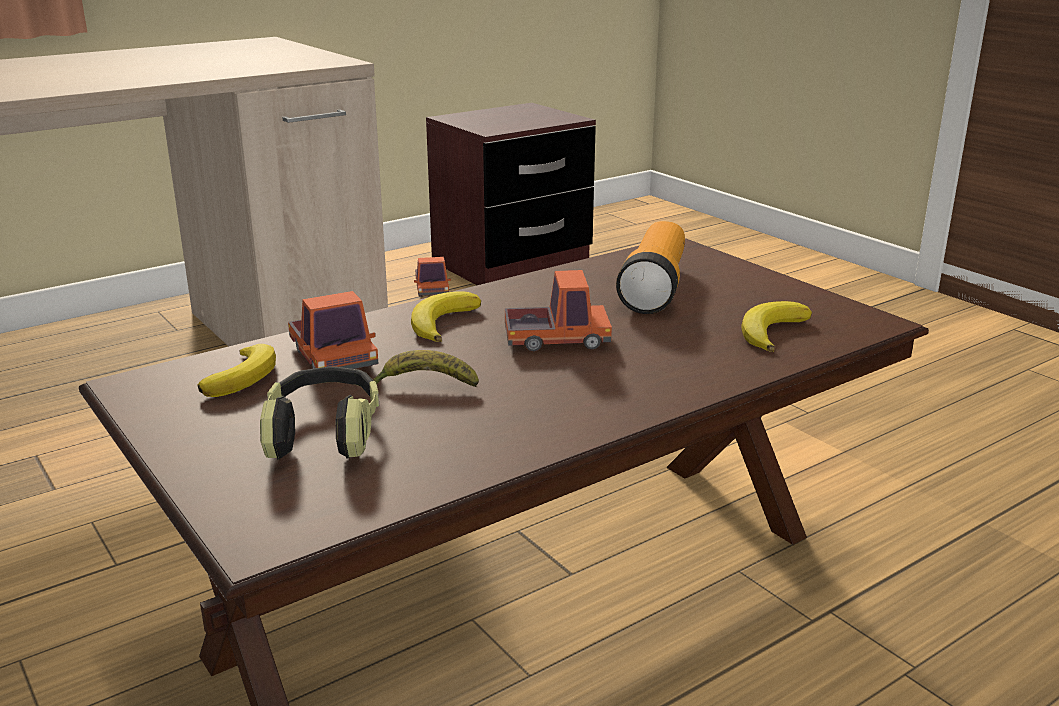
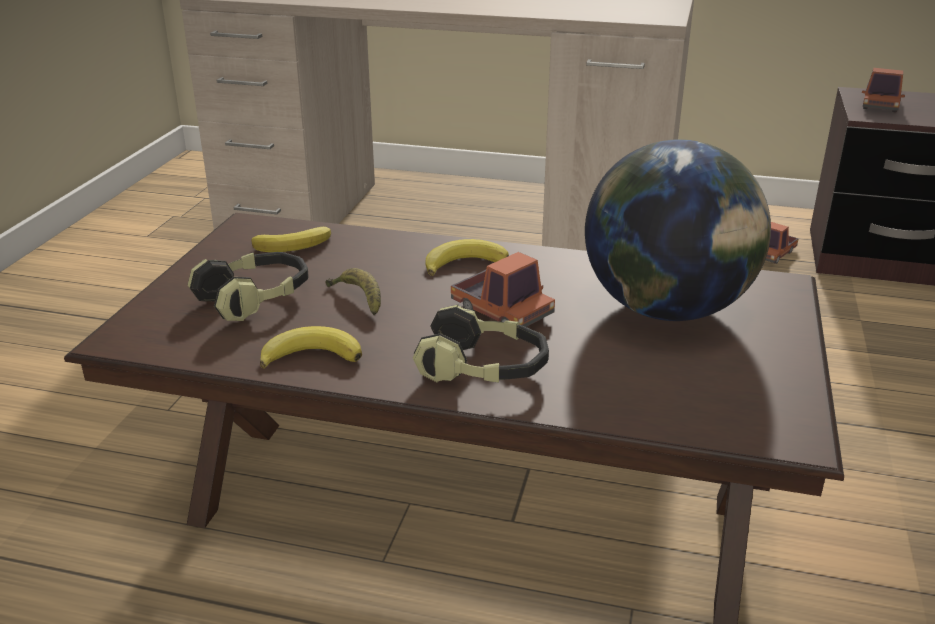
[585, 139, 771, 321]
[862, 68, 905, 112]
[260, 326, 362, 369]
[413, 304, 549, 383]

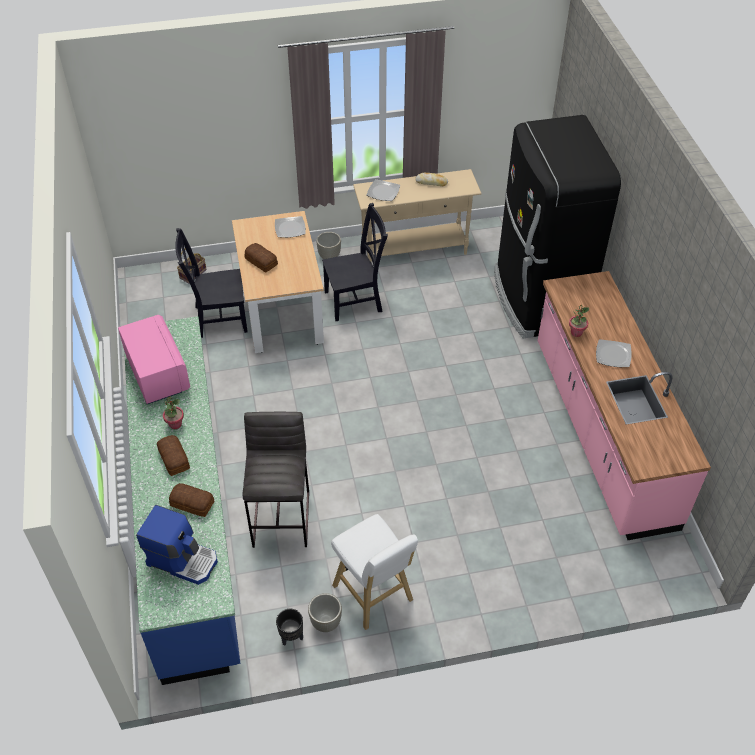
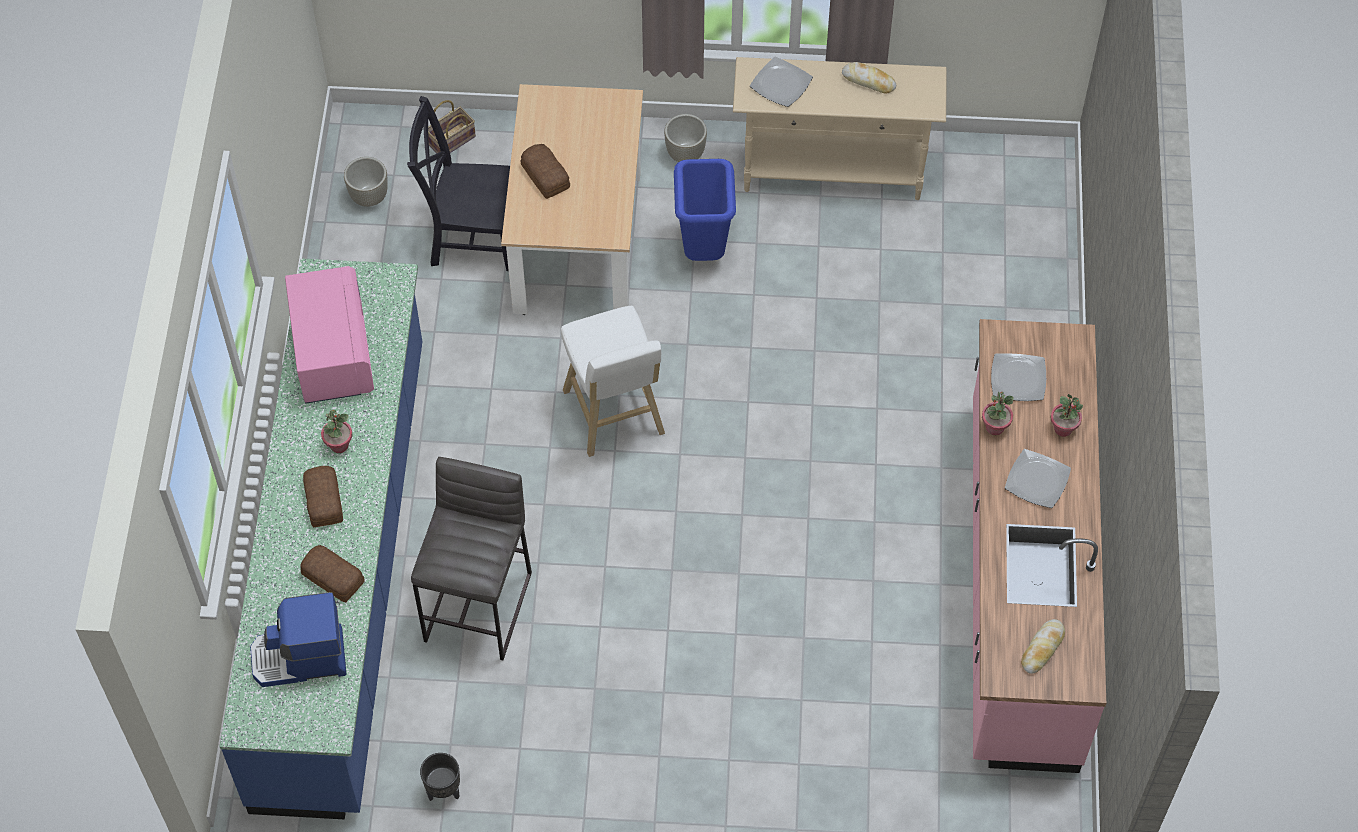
[494, 115, 621, 339] (first image)
[674, 159, 736, 261]
[991, 353, 1046, 401]
[250, 592, 347, 687]
[561, 306, 665, 457]
[344, 157, 388, 207]
[1051, 394, 1083, 437]
[1021, 619, 1065, 674]

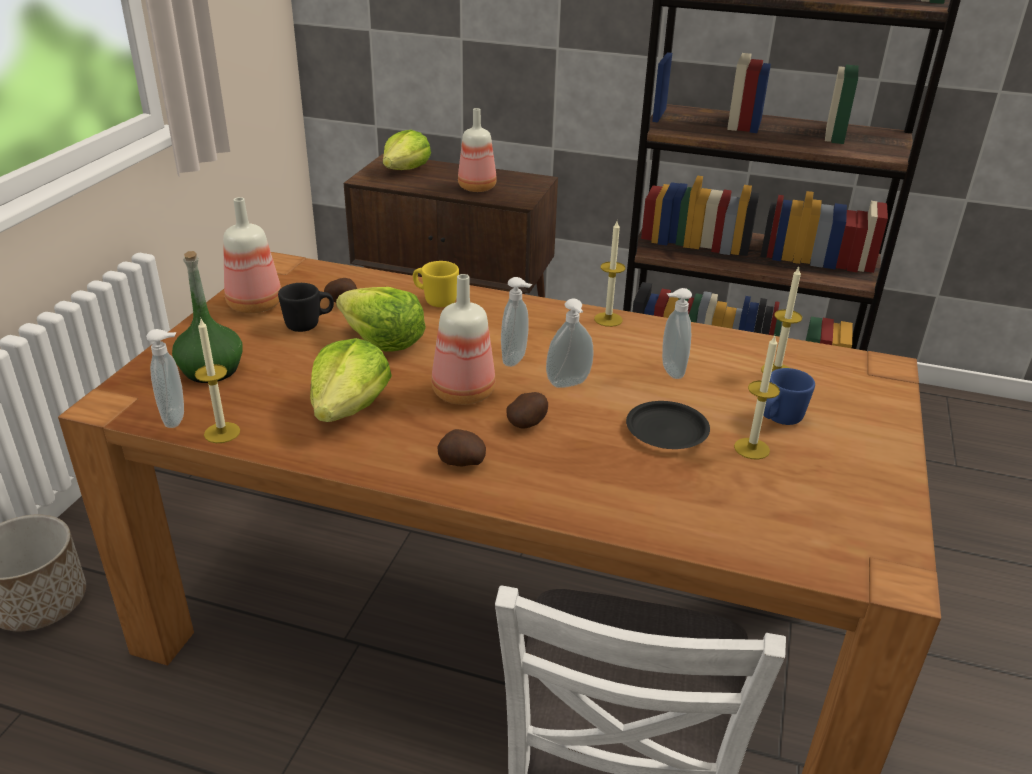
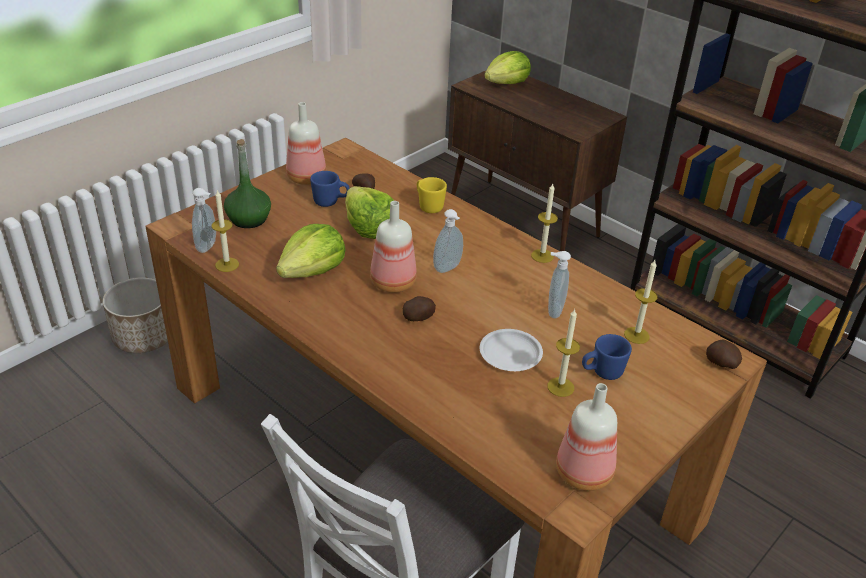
[556, 383, 617, 491]
[310, 171, 349, 207]
[546, 299, 594, 388] (first image)
[480, 329, 543, 371]
[706, 339, 742, 369]

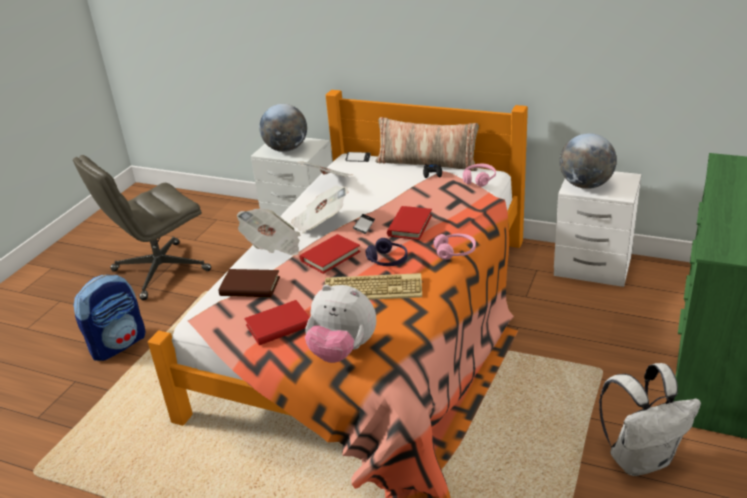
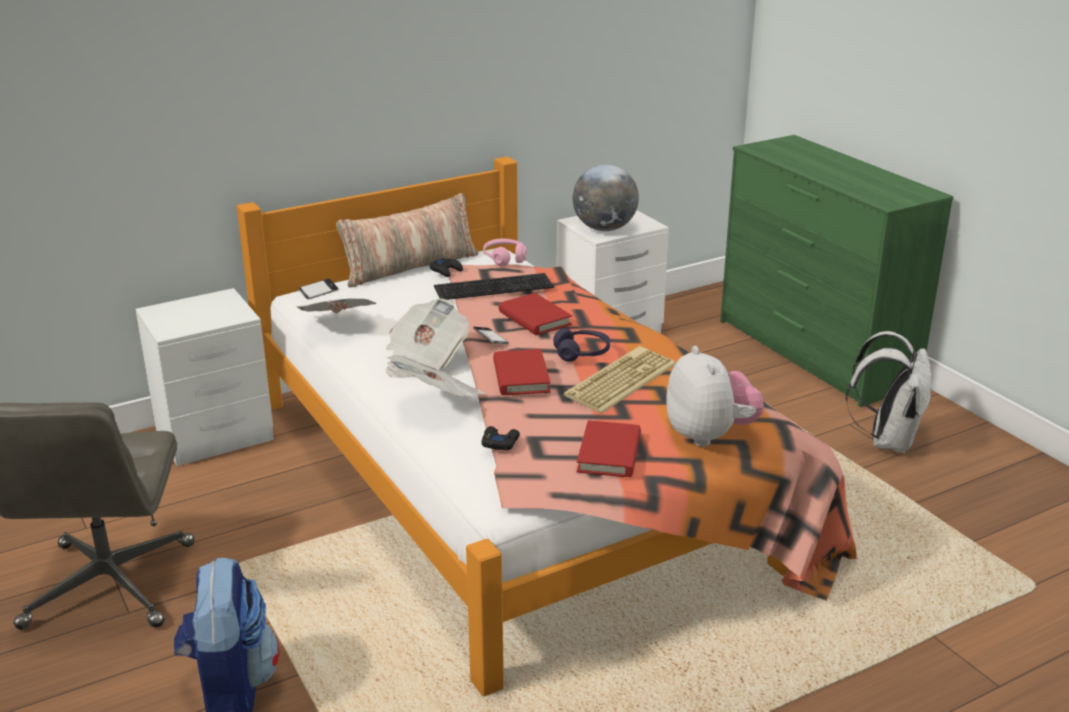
[259, 104, 307, 152] (first image)
[433, 234, 476, 260] (first image)
[481, 426, 520, 450]
[667, 346, 764, 447]
[434, 273, 554, 300]

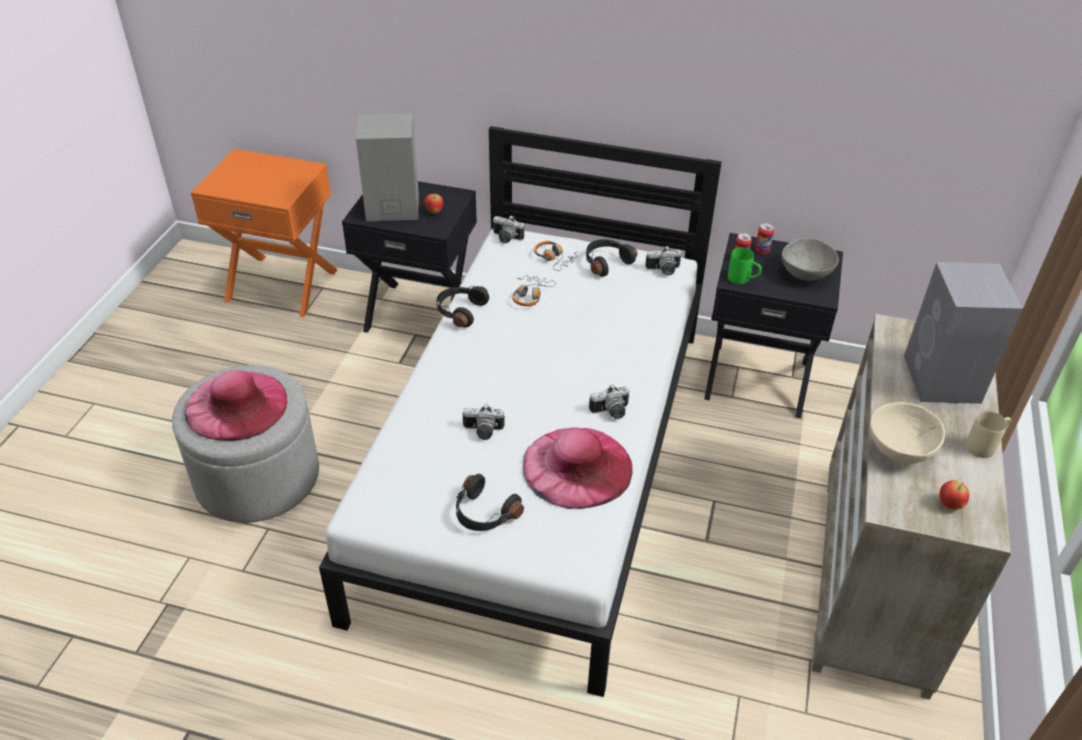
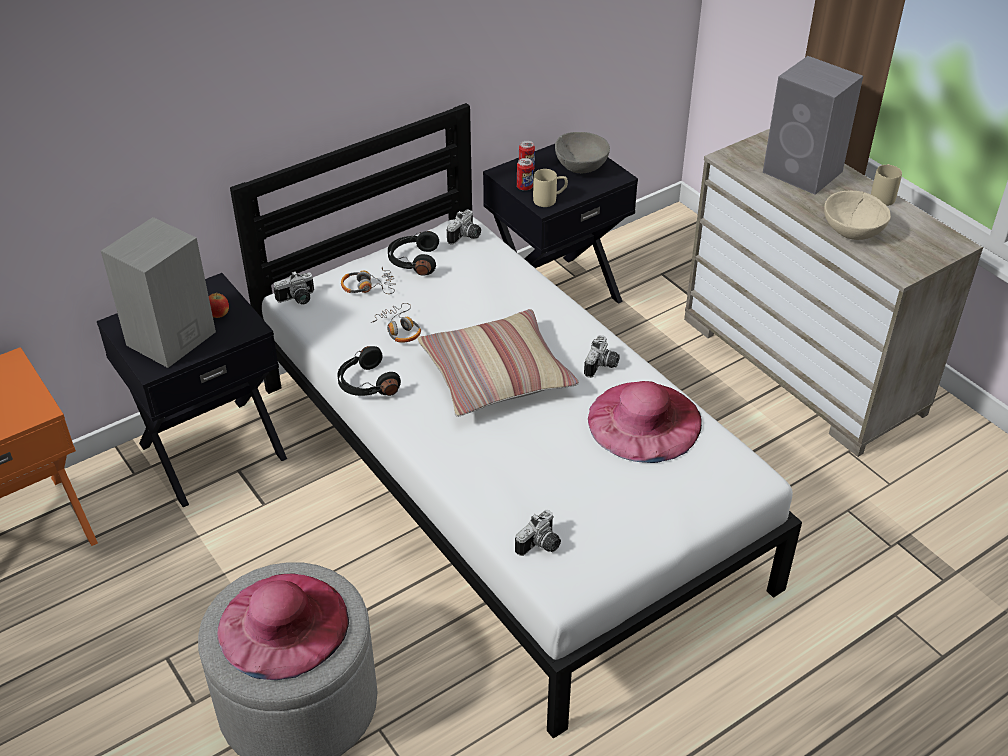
[533, 169, 568, 207]
[515, 510, 561, 556]
[456, 474, 524, 531] (first image)
[940, 480, 969, 510] (first image)
[417, 309, 579, 417]

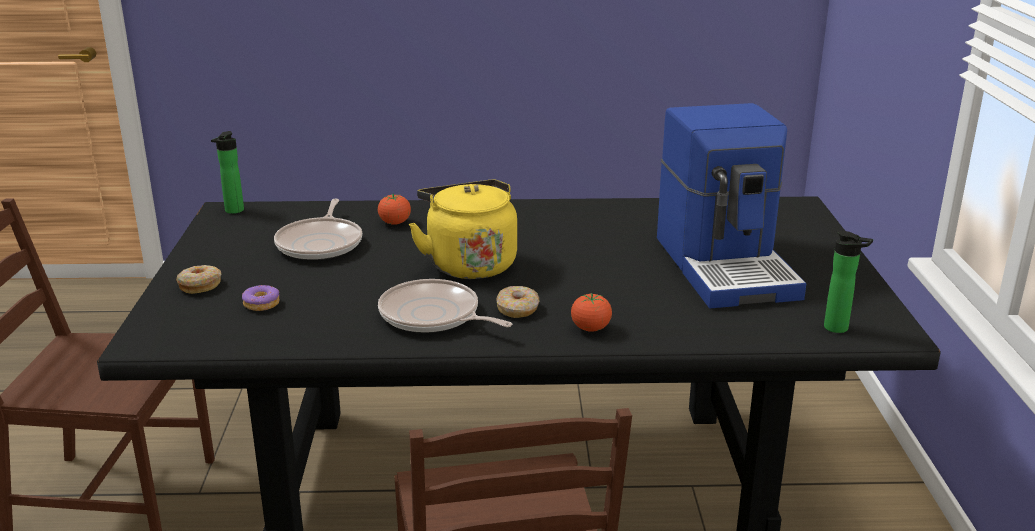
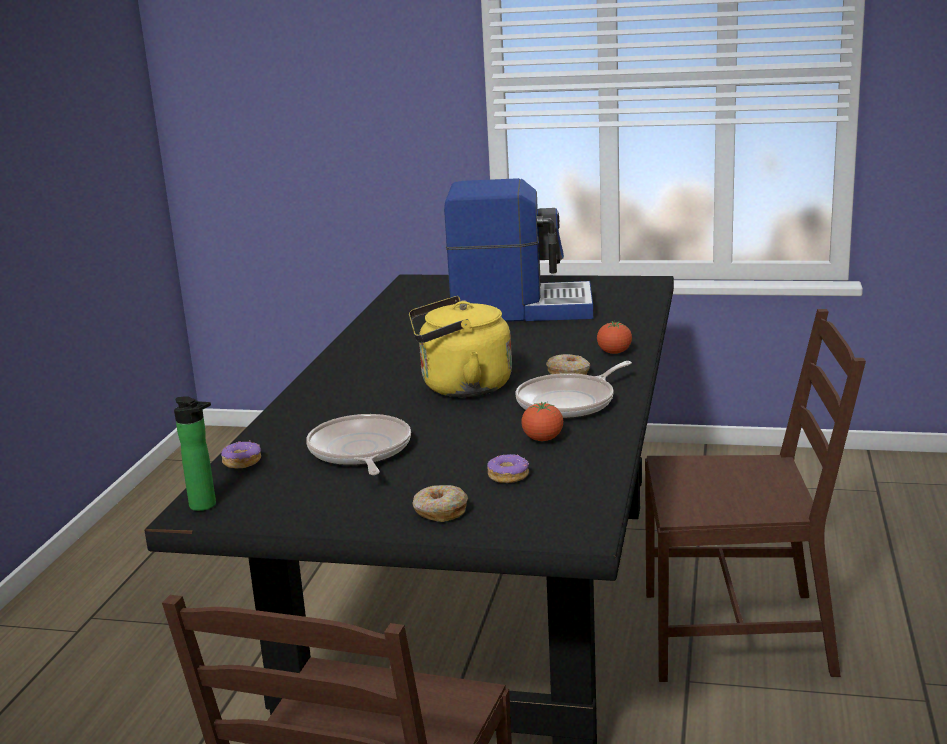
[521, 402, 563, 441]
[306, 414, 411, 475]
[824, 231, 873, 333] (first image)
[221, 441, 261, 468]

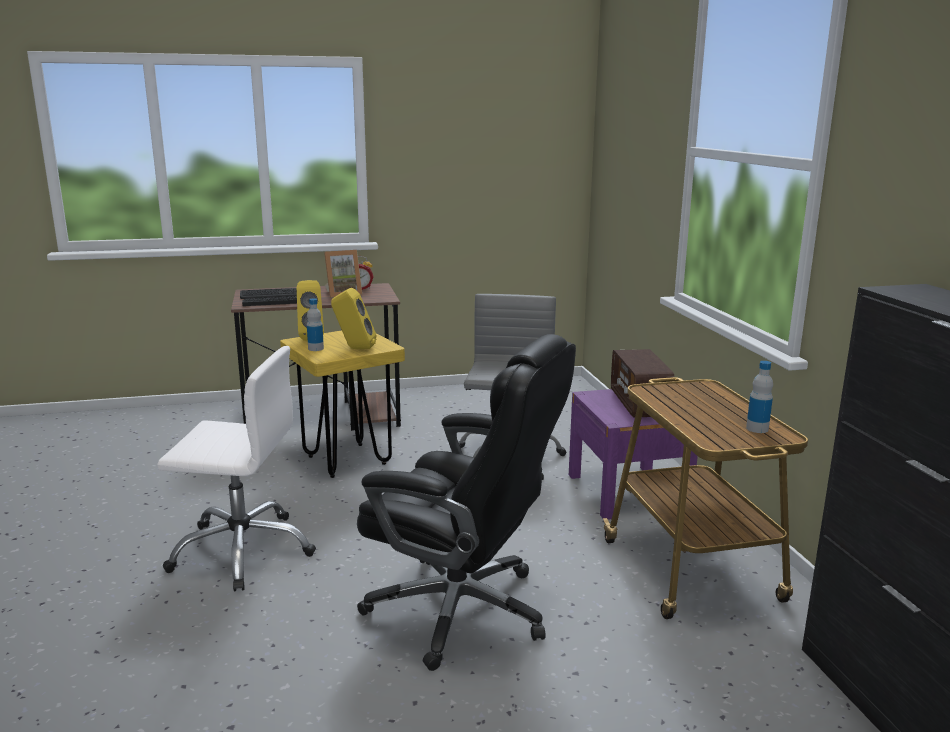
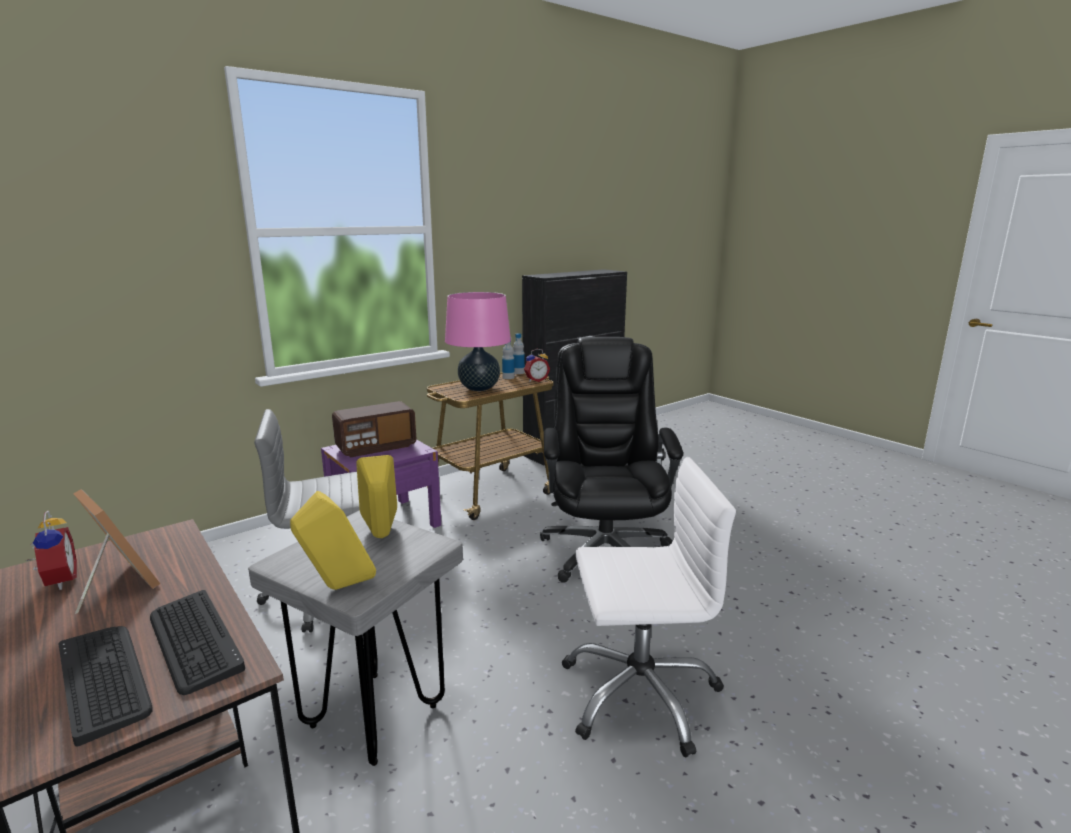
[513, 333, 525, 374]
[248, 510, 463, 766]
[562, 457, 736, 757]
[445, 292, 511, 391]
[524, 349, 550, 382]

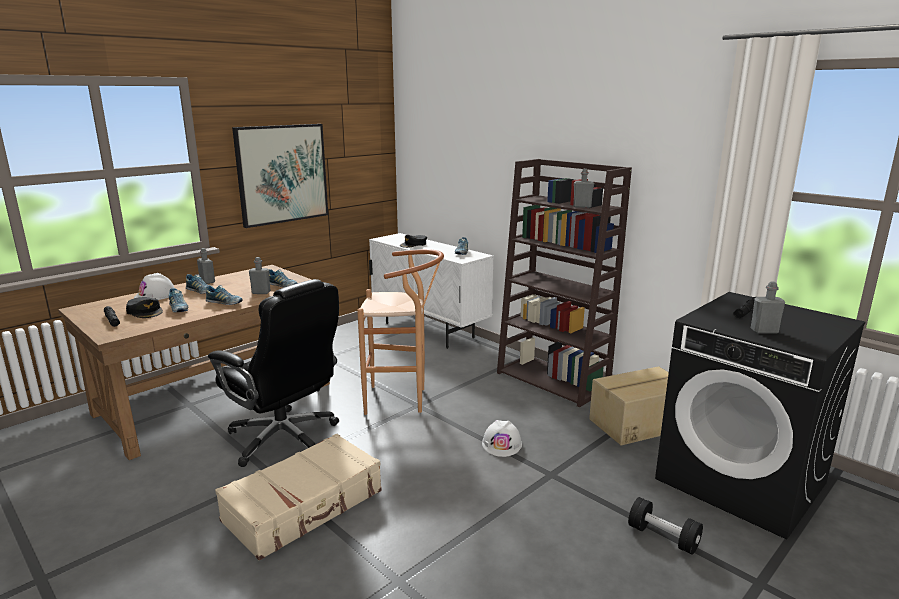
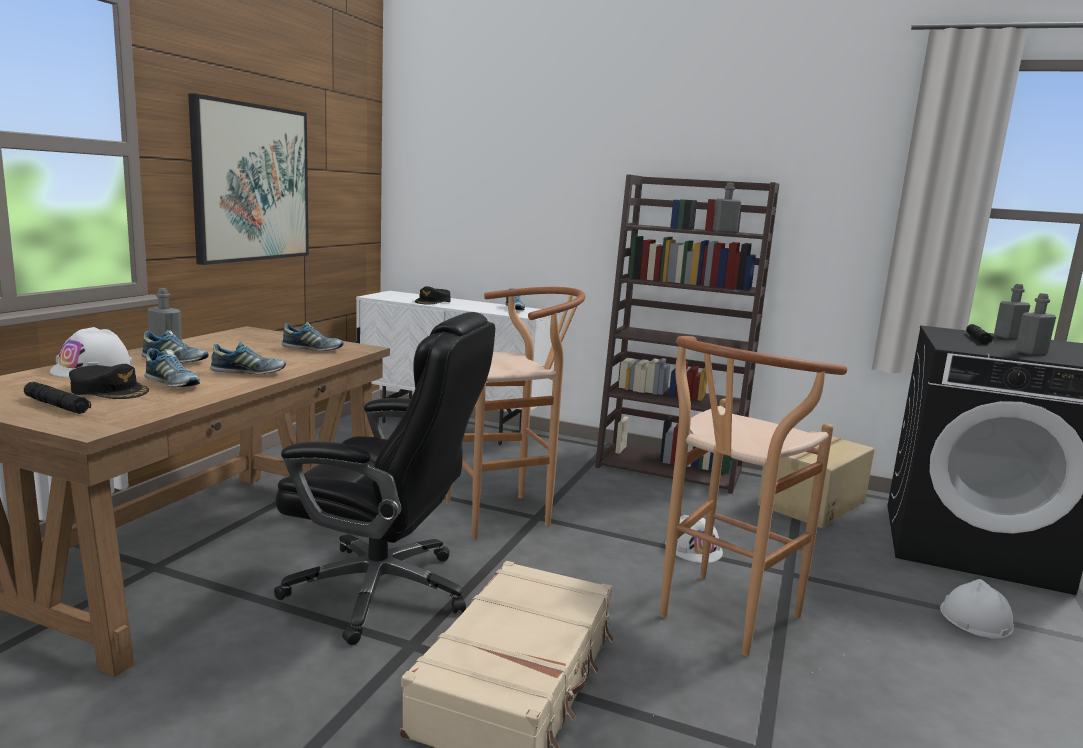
[994, 284, 1030, 339]
[940, 579, 1014, 638]
[660, 336, 847, 656]

